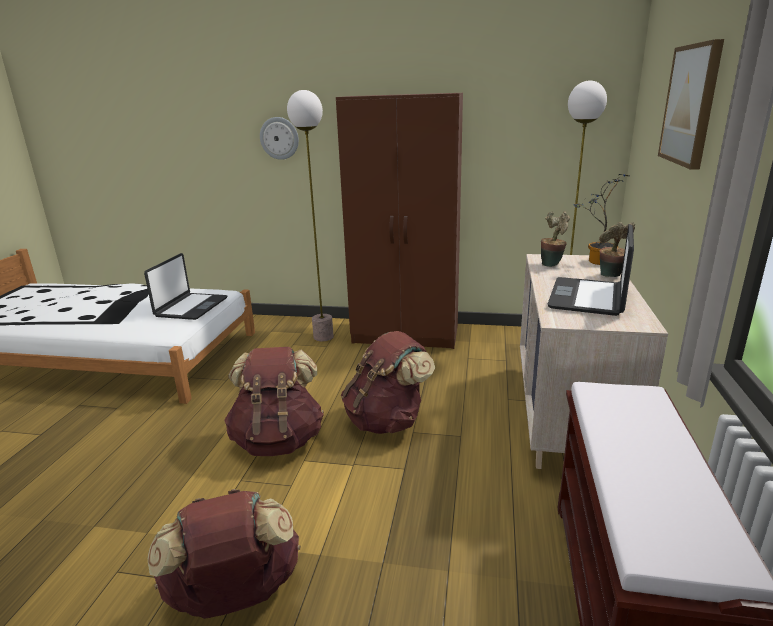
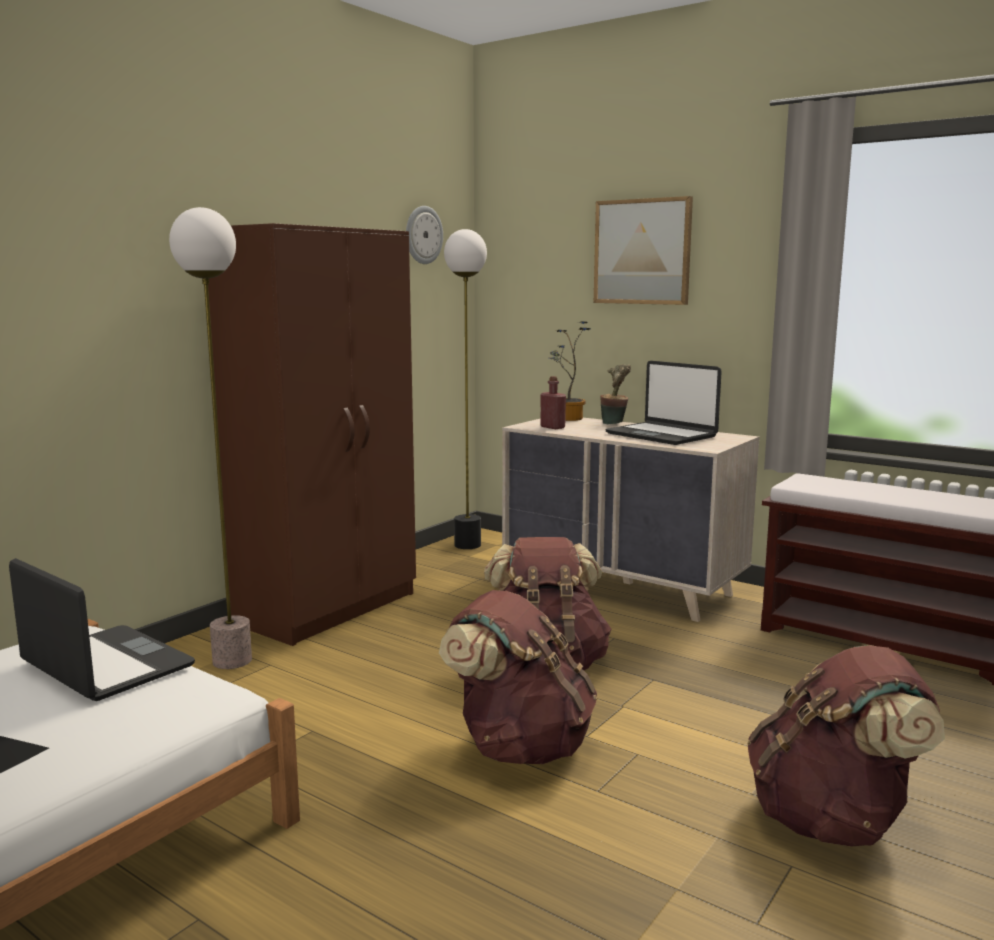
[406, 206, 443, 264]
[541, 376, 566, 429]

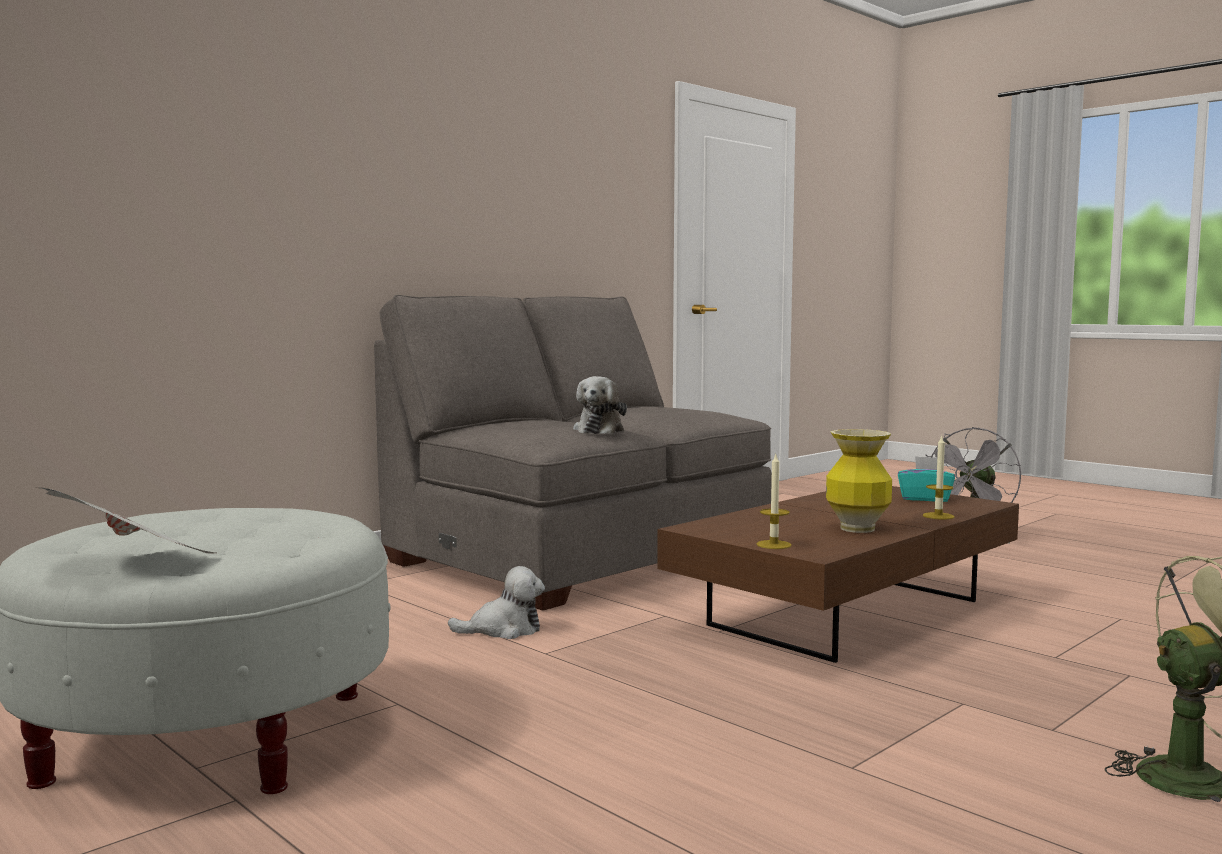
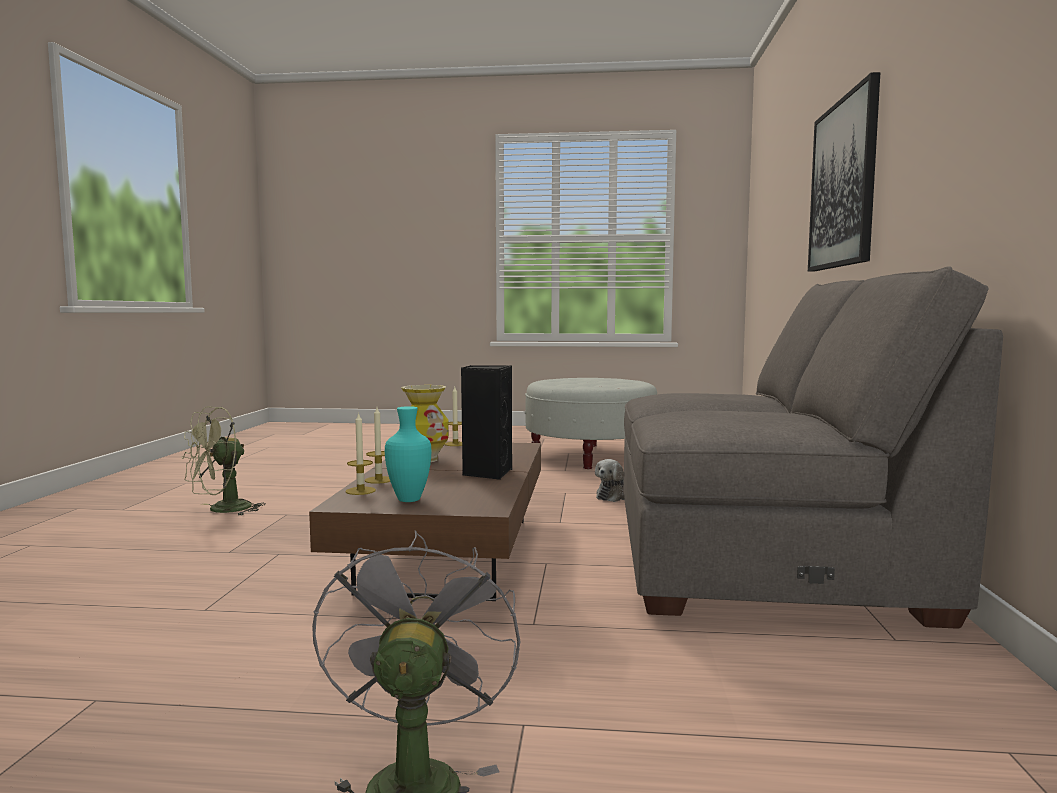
[573, 376, 627, 434] (first image)
[385, 406, 432, 502]
[37, 487, 216, 553] (first image)
[808, 72, 880, 271]
[461, 365, 512, 480]
[346, 412, 376, 495]

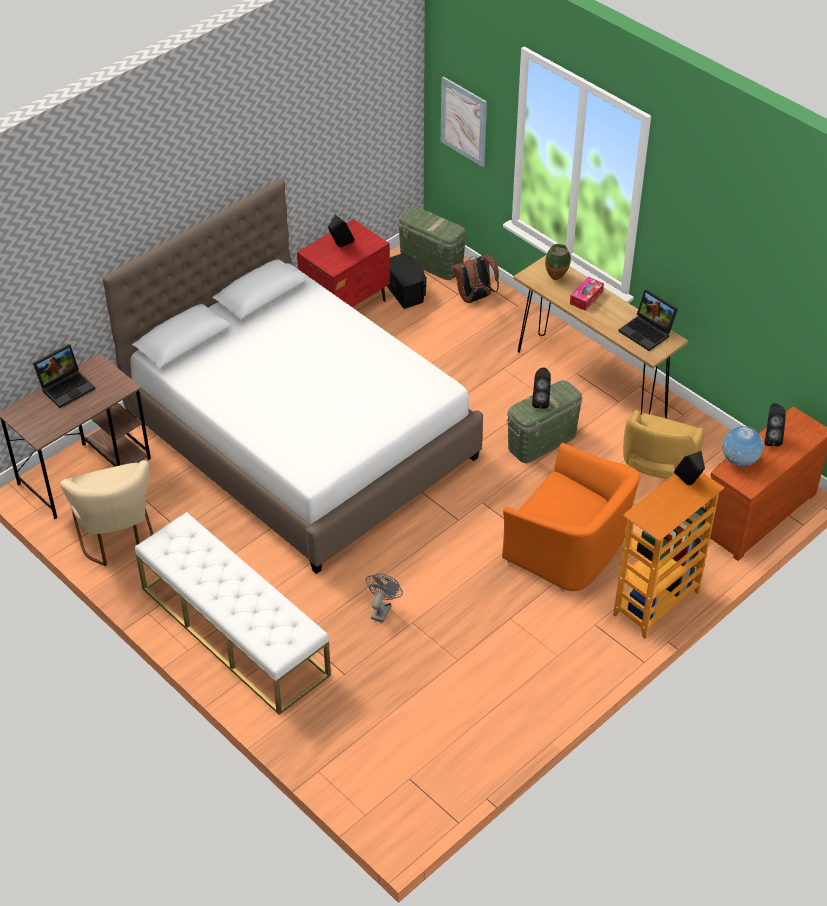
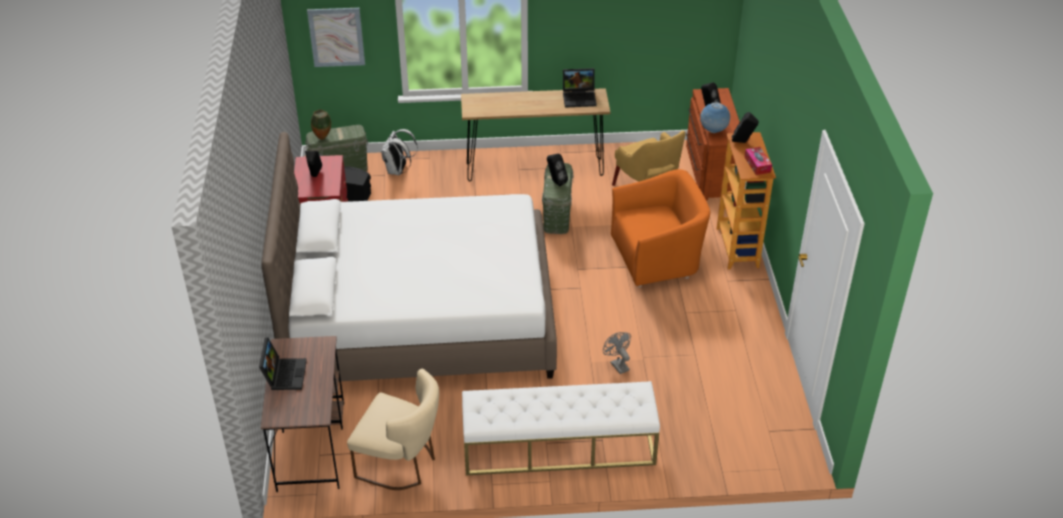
[311, 109, 331, 140]
[381, 129, 418, 175]
[744, 147, 772, 175]

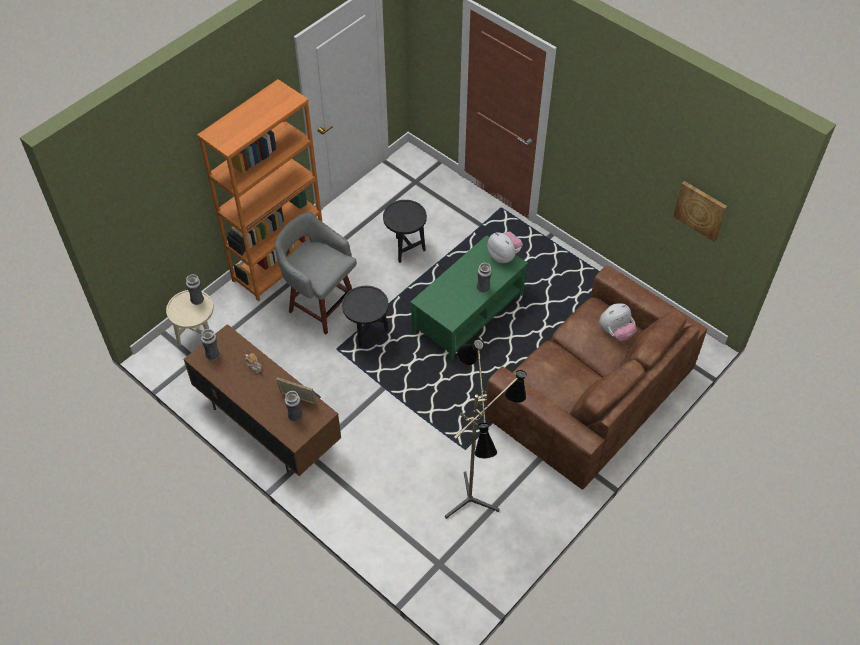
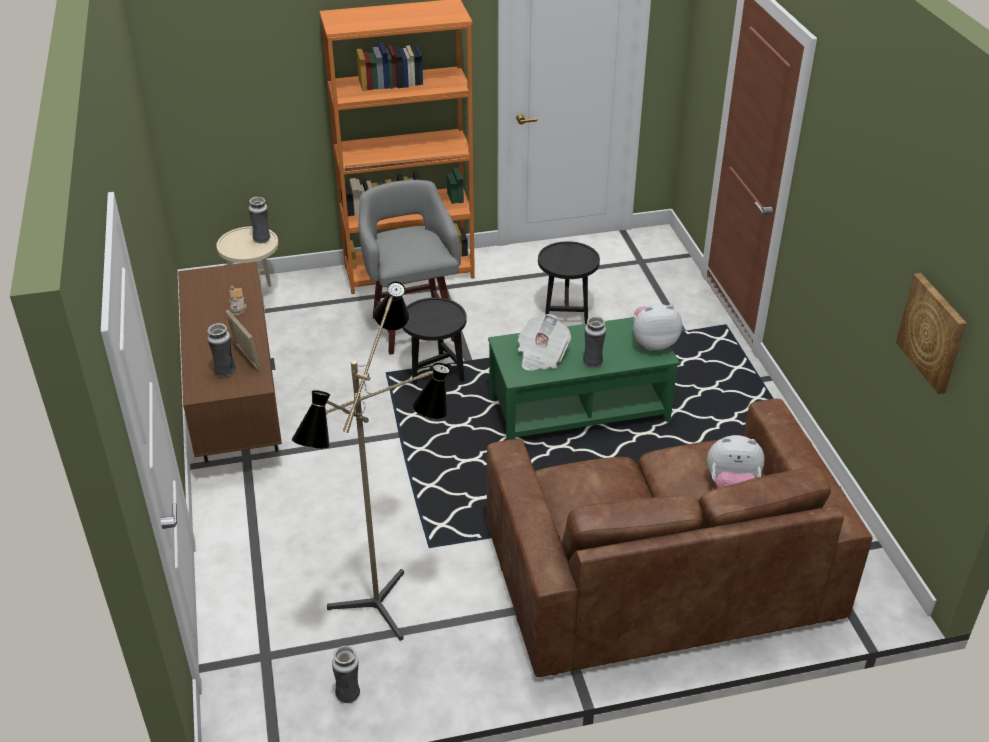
[633, 304, 682, 351]
[332, 646, 360, 703]
[518, 314, 571, 370]

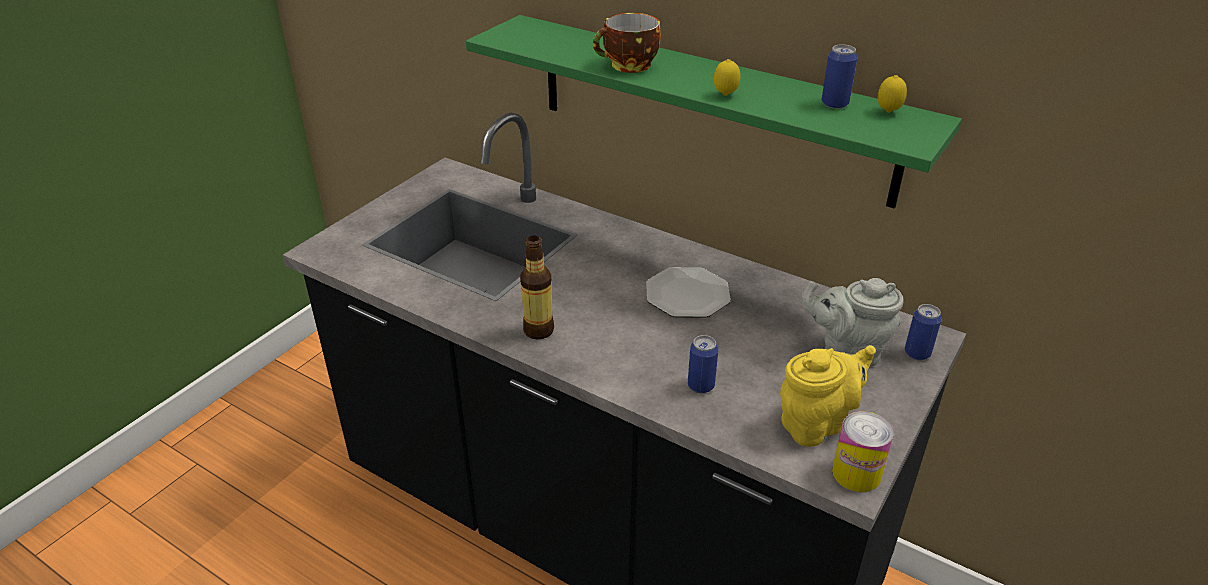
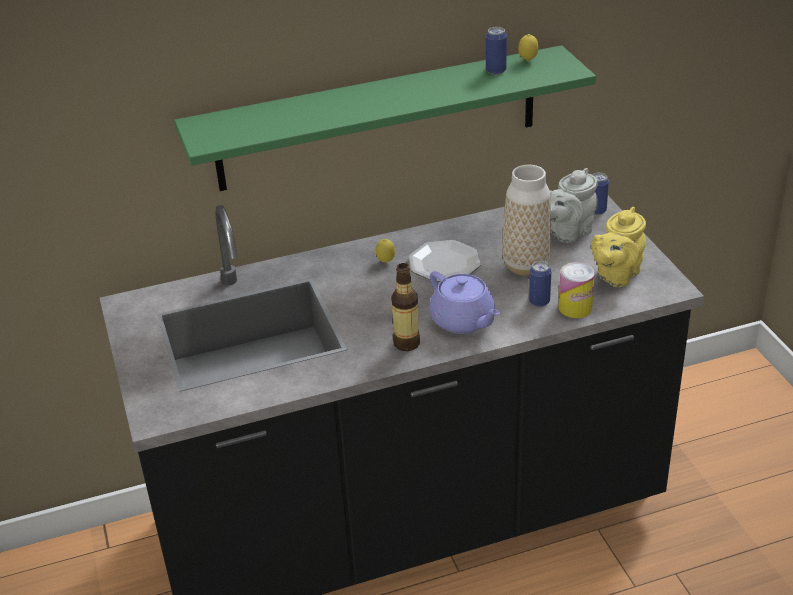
[593, 13, 661, 73] (first image)
[376, 239, 395, 263]
[591, 207, 646, 287]
[558, 262, 595, 318]
[502, 165, 551, 276]
[429, 271, 500, 334]

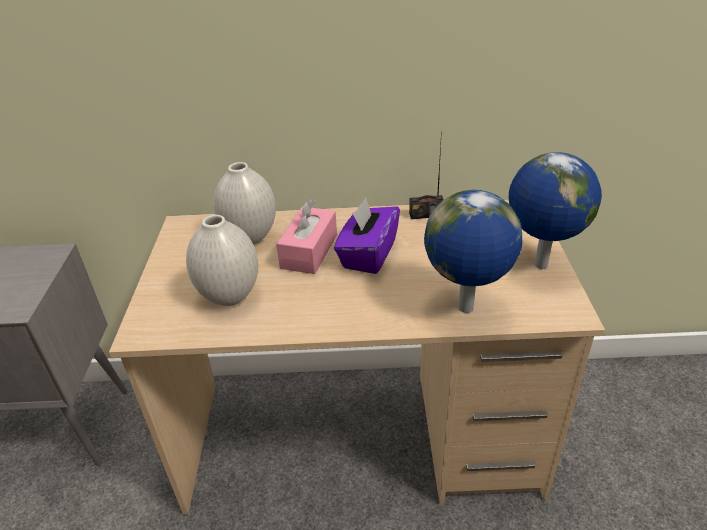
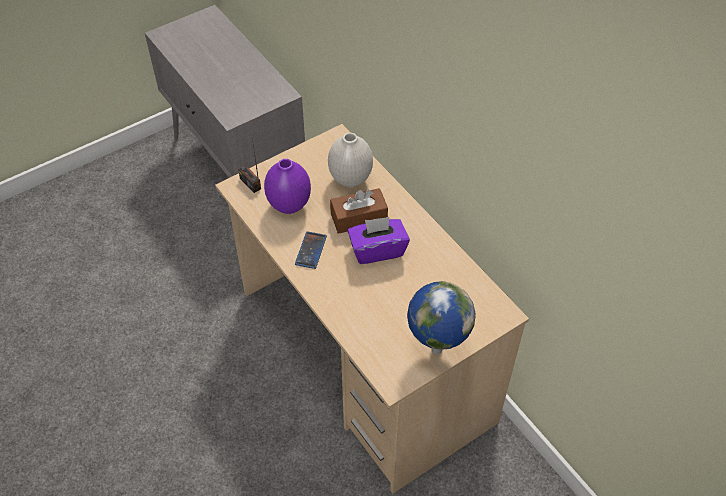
[238, 144, 261, 193]
[424, 190, 522, 313] (first image)
[330, 188, 388, 234]
[264, 159, 311, 214]
[295, 231, 327, 269]

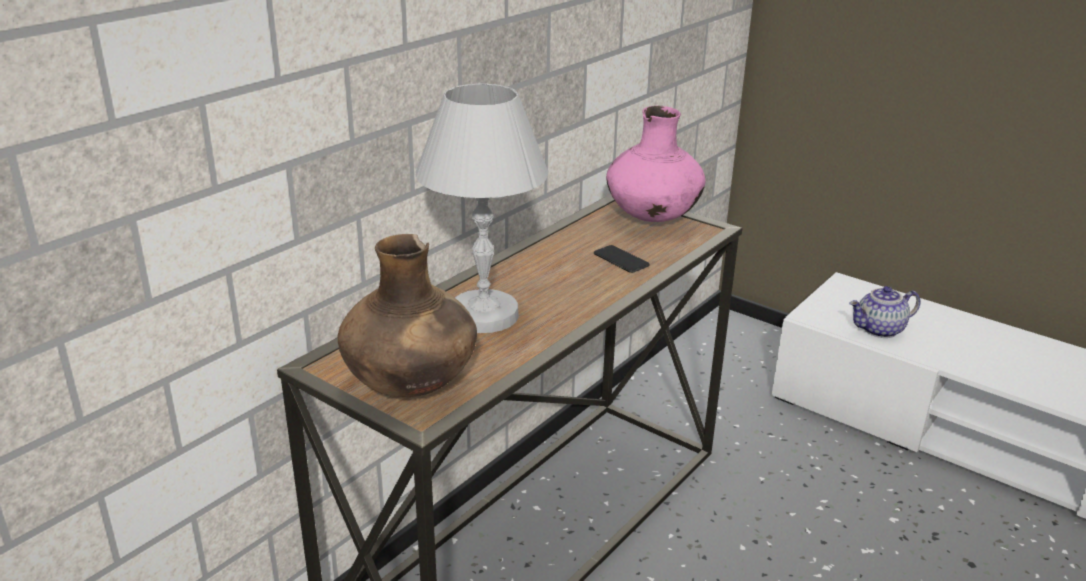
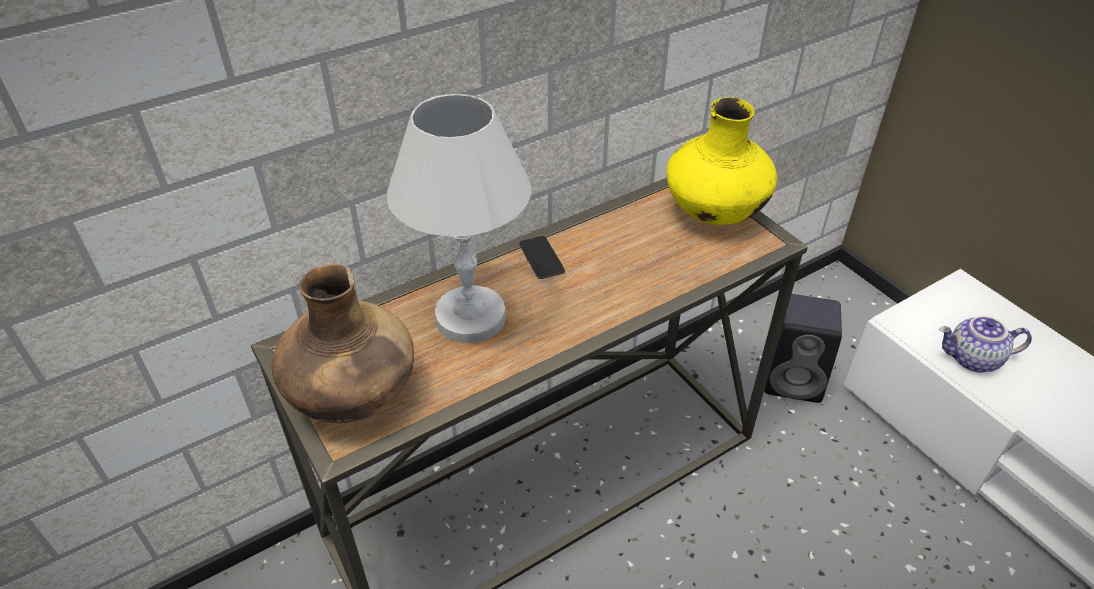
[666, 97, 777, 225]
[519, 236, 565, 279]
[764, 294, 842, 403]

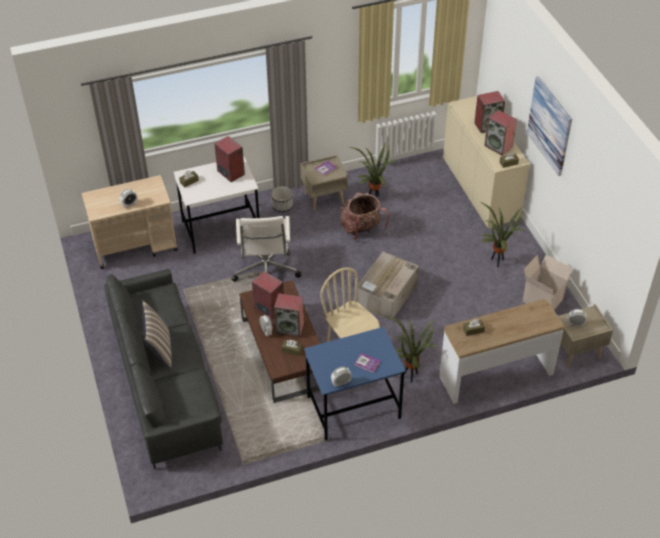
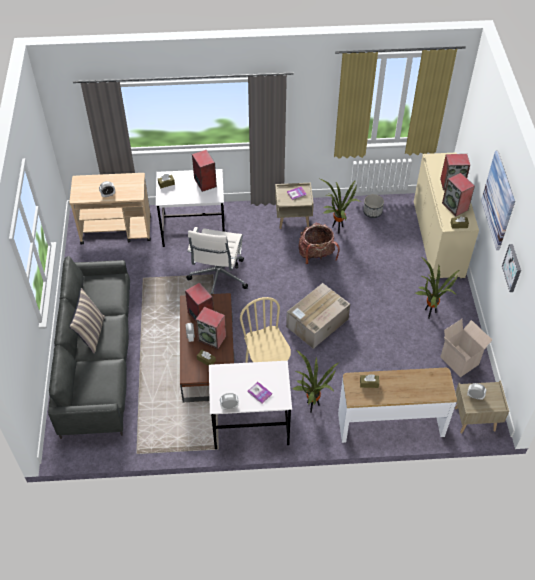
[363, 194, 384, 218]
[209, 361, 292, 449]
[502, 244, 521, 292]

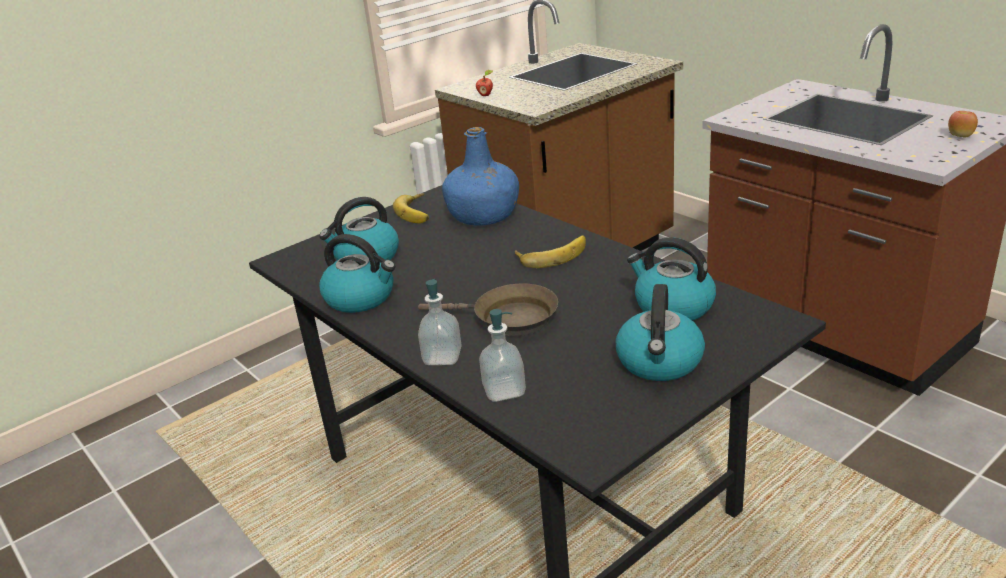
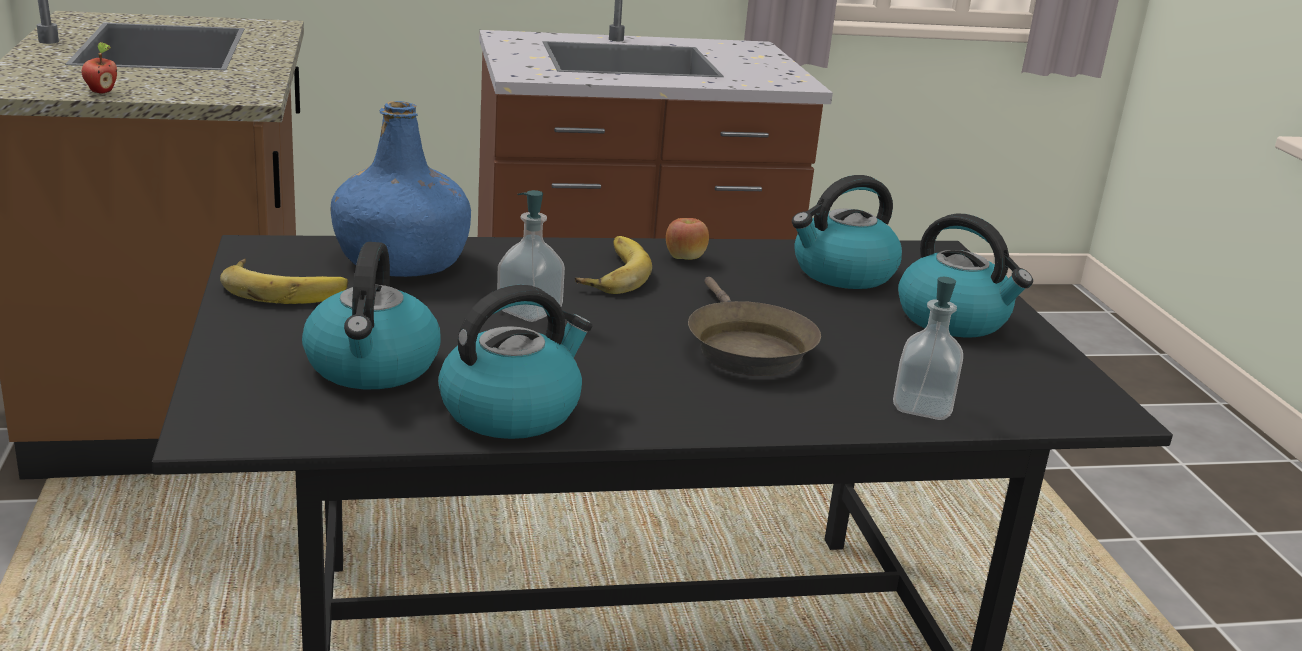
[666, 218, 709, 260]
[497, 190, 565, 322]
[688, 277, 821, 376]

